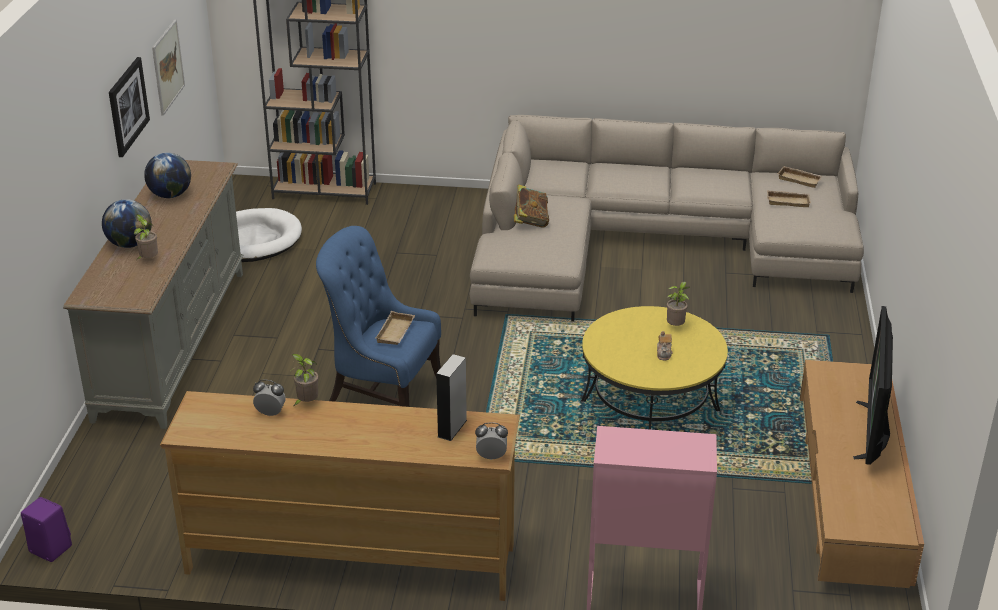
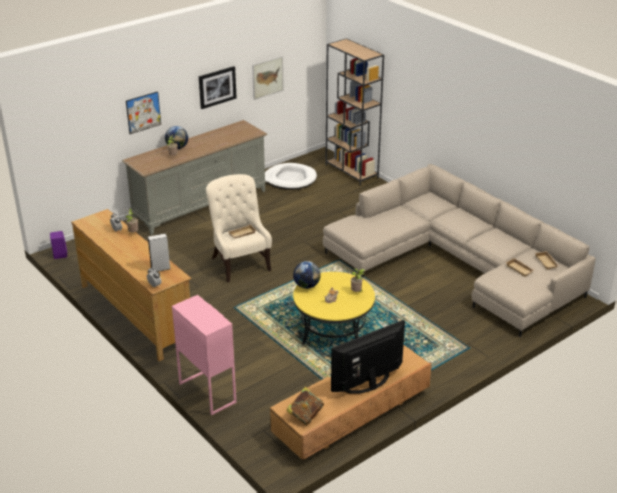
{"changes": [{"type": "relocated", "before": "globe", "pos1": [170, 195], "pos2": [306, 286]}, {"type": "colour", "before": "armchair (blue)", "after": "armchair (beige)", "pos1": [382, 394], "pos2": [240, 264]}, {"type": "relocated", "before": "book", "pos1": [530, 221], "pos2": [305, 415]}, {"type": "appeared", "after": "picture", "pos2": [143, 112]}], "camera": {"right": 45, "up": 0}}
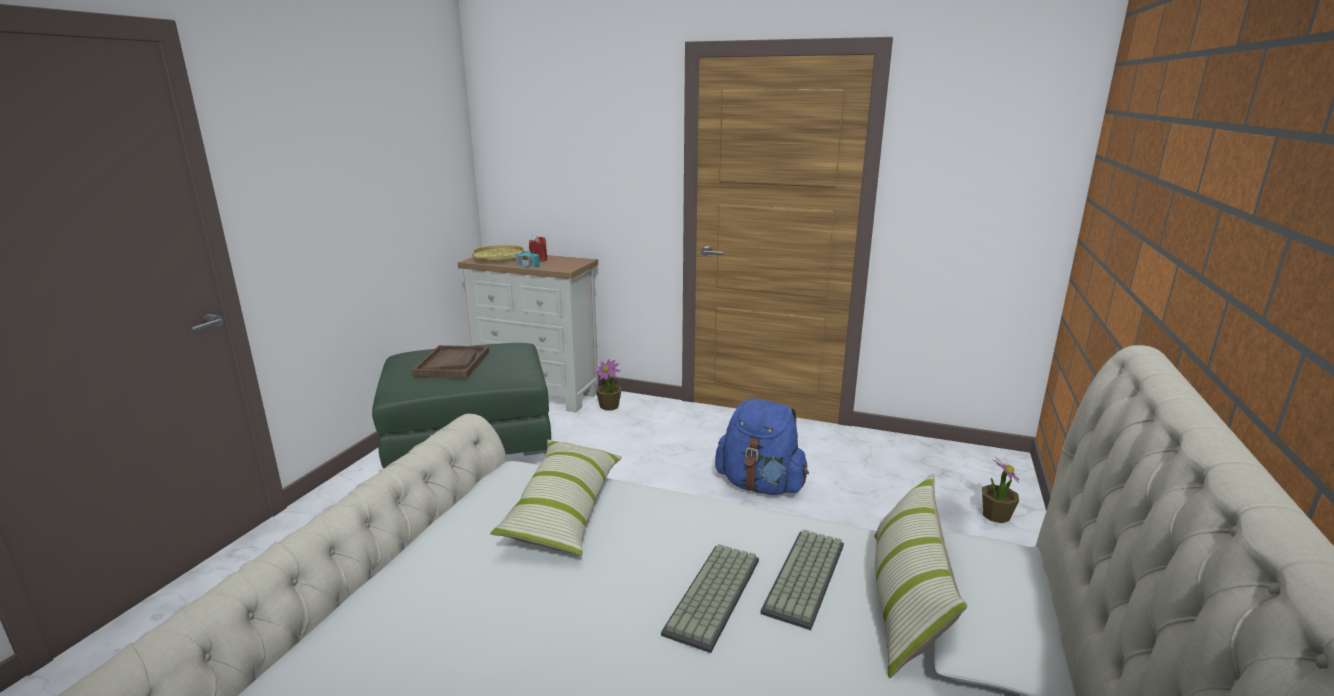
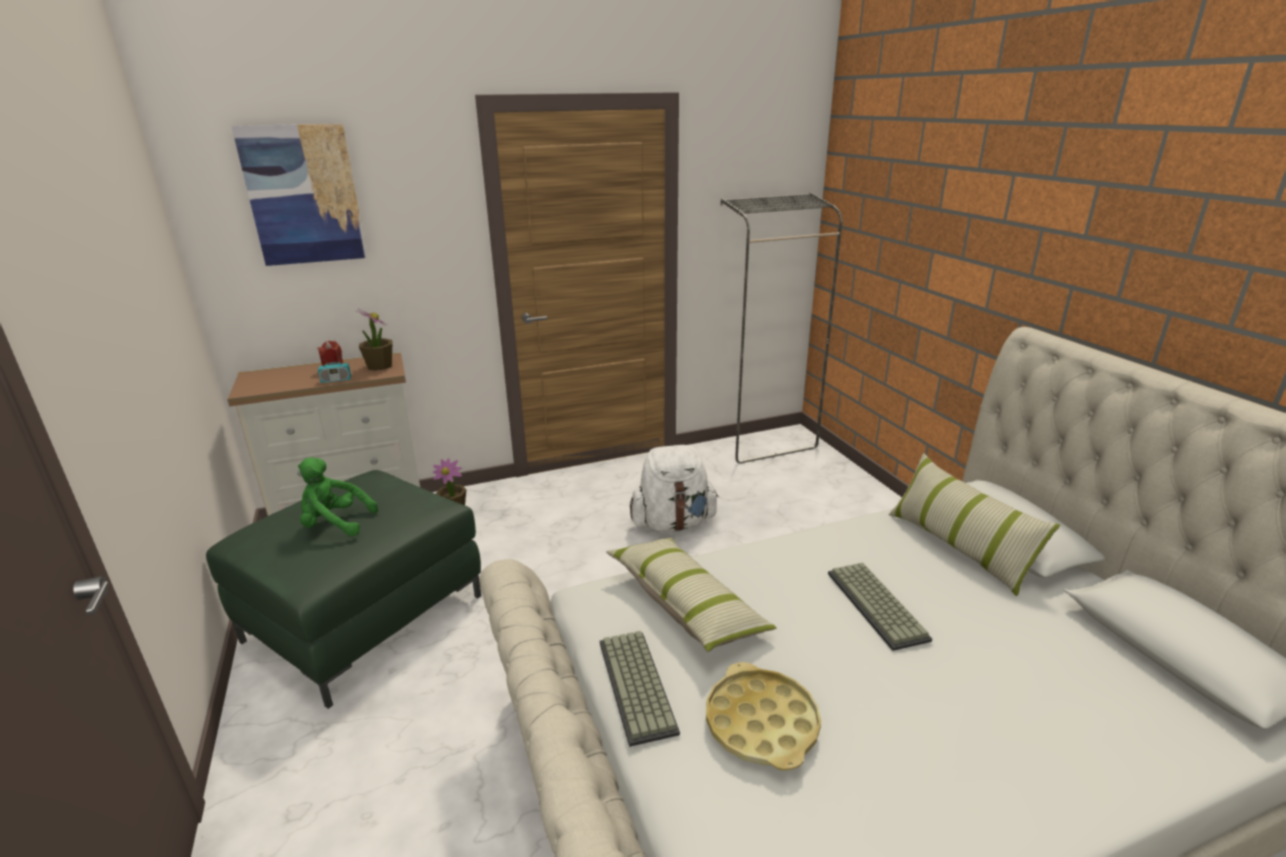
{"changes": [{"type": "exchanged", "before": "tray (brown)", "after": "plush toy (green)", "pos1": [452, 363], "pos2": [335, 524]}, {"type": "relocated", "before": "tray (yellow)", "pos1": [498, 258], "pos2": [761, 723]}, {"type": "colour", "before": "backpack (blue)", "after": "backpack (white)", "pos1": [760, 485], "pos2": [673, 523]}, {"type": "relocated", "before": "keyboard", "pos1": [806, 579], "pos2": [639, 686]}, {"type": "relocated", "before": "potted plant", "pos1": [995, 515], "pos2": [379, 366]}, {"type": "appeared", "after": "picture", "pos2": [303, 195]}, {"type": "appeared", "after": "clothes rack (grey)", "pos2": [765, 444]}], "camera": {"right": -40, "up": 5}}
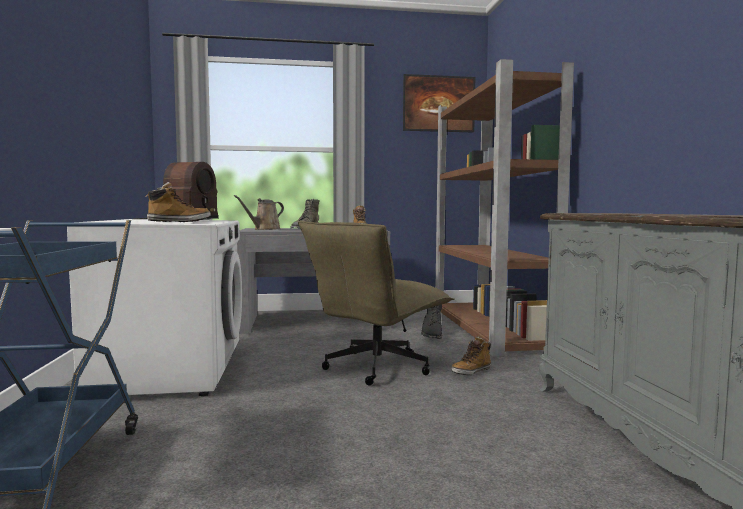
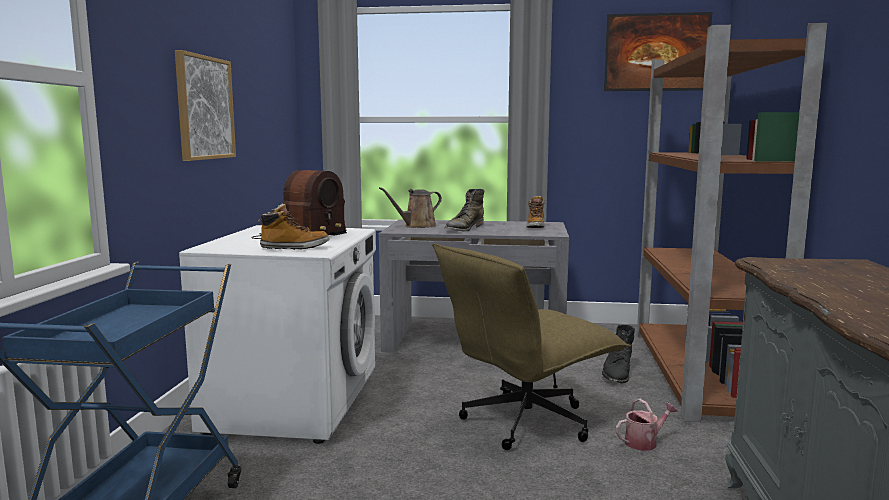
{"changes": [{"type": "exchanged", "before": "boot", "after": "watering can", "pos1": [471, 371], "pos2": [644, 442]}, {"type": "appeared", "after": "picture", "pos2": [204, 108]}], "camera": {"right": 15, "up": 5}}
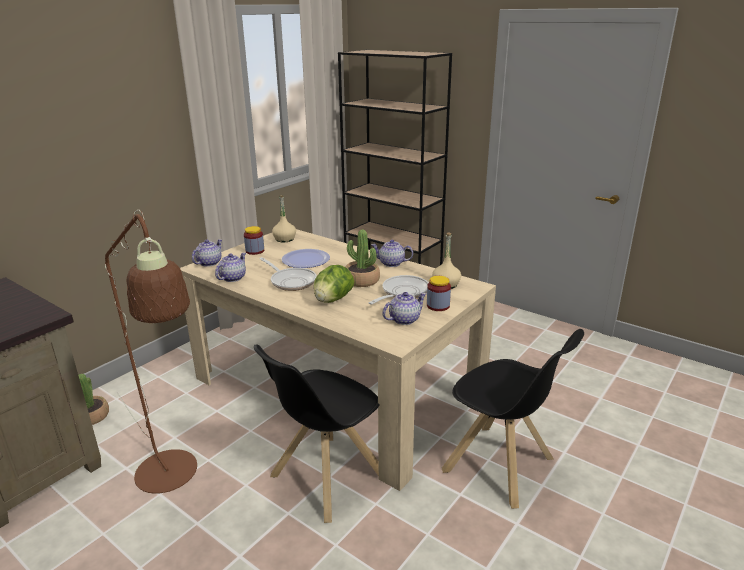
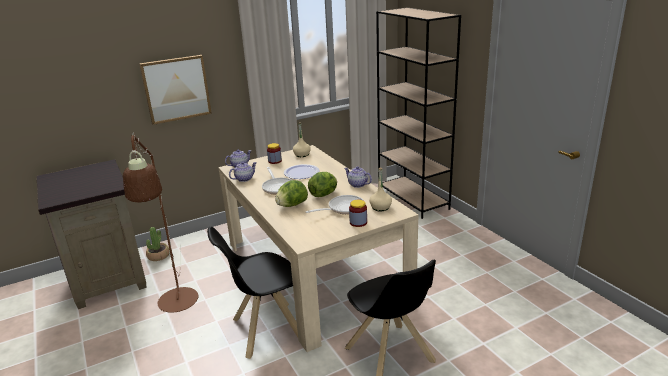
{"changes": [{"type": "exchanged", "before": "potted plant", "after": "lettuce", "pos1": [361, 281], "pos2": [324, 194]}, {"type": "missing", "before": "teapot", "pos1": [404, 319]}, {"type": "appeared", "after": "picture", "pos2": [176, 89]}], "camera": {"right": 25, "up": 0}}
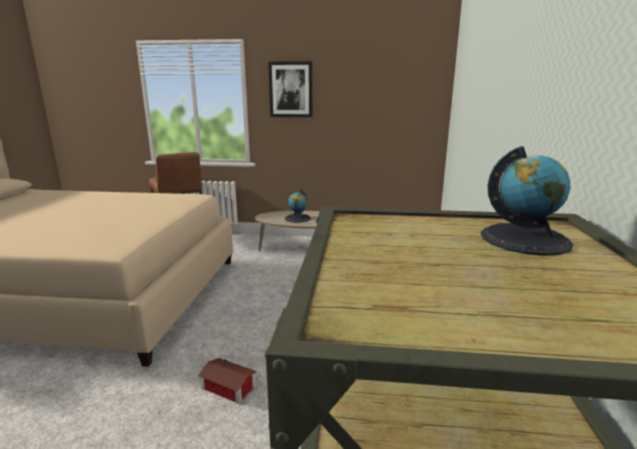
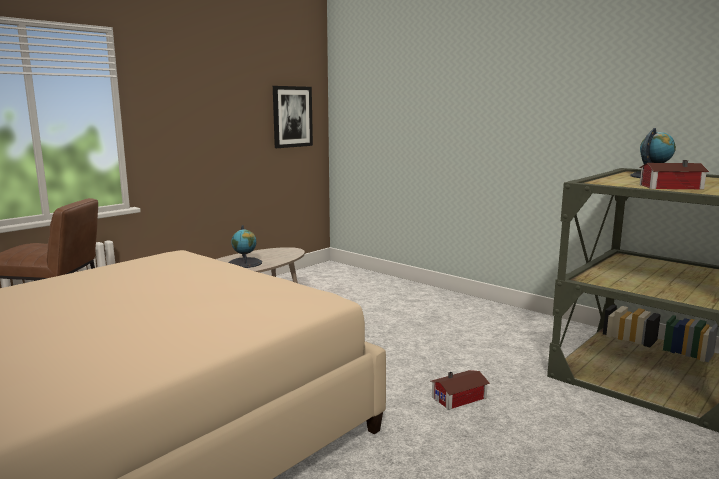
{"changes": [{"type": "relocated", "before": "picture", "pos1": [291, 89], "pos2": [292, 116]}, {"type": "appeared", "after": "toy house", "pos2": [668, 186]}], "camera": {"right": -55, "up": -5}}
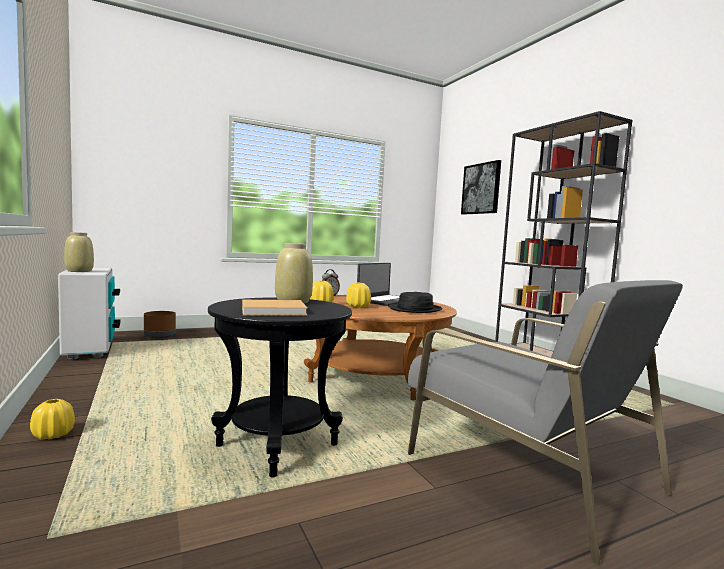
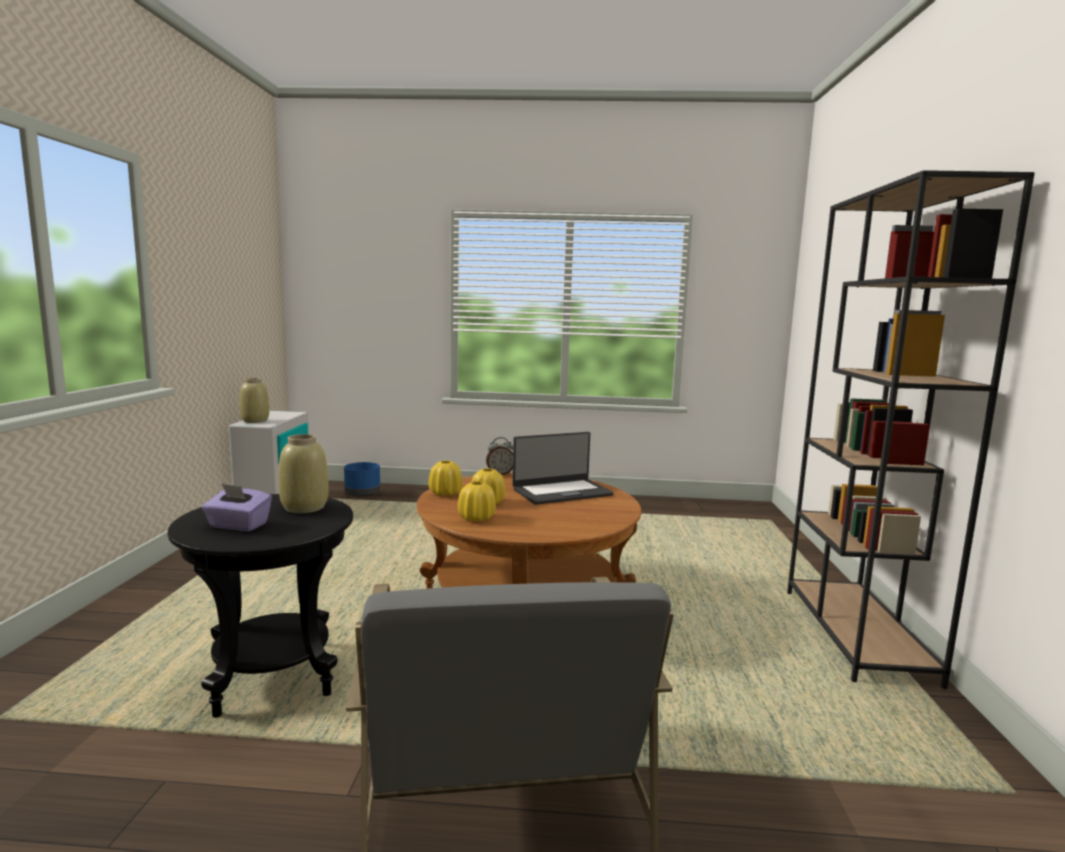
{"changes": [{"type": "relocated", "before": "vase (yellow)", "pos1": [53, 434], "pos2": [476, 518]}, {"type": "colour", "before": "planter (brown)", "after": "planter (blue)", "pos1": [160, 336], "pos2": [363, 493]}, {"type": "exchanged", "before": "book (beige)", "after": "tissue box (purple)", "pos1": [275, 310], "pos2": [238, 525]}, {"type": "missing", "before": "hat (black)", "pos1": [415, 309]}, {"type": "missing", "before": "picture", "pos1": [481, 189]}], "camera": {"right": 30, "up": 5}}
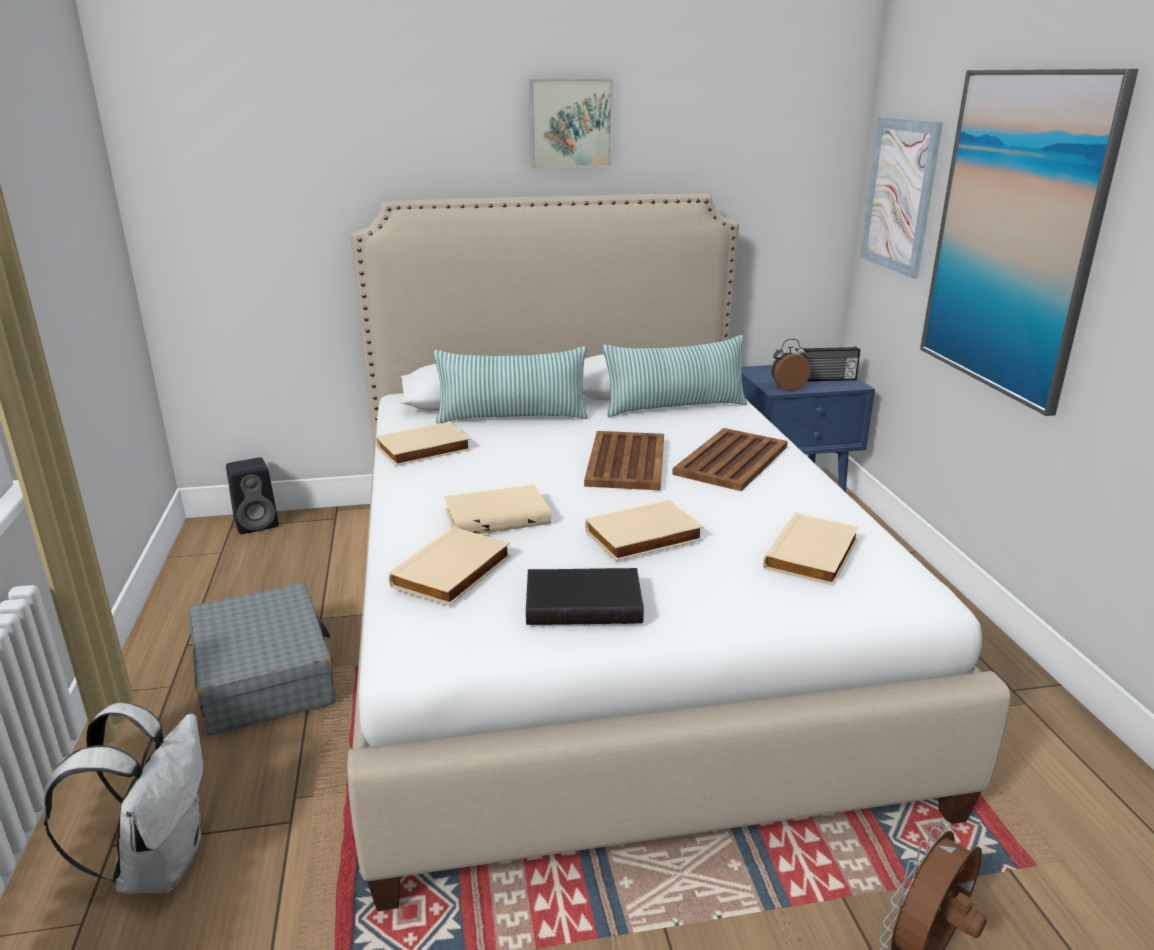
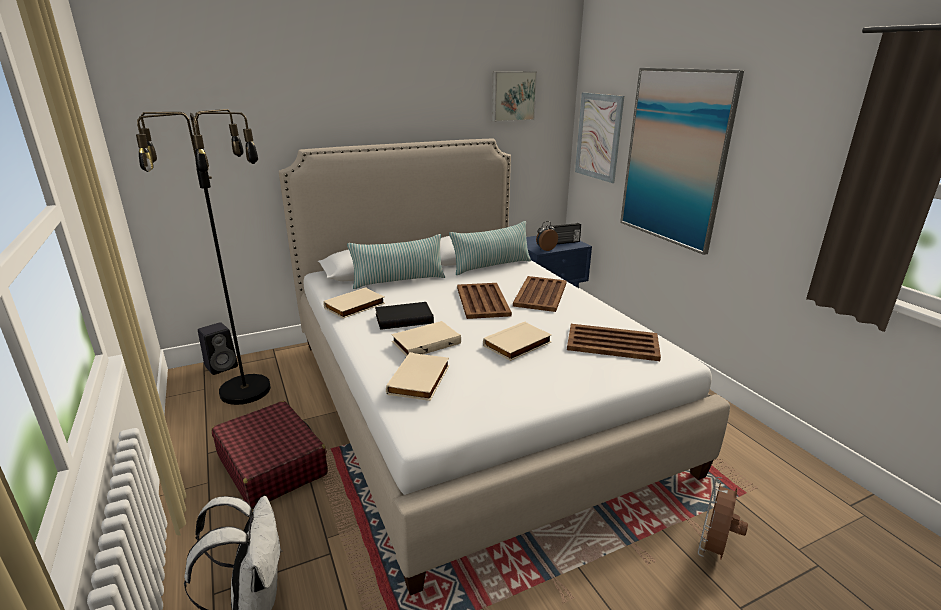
{"changes": [{"type": "colour", "before": "suitcase (grey)", "after": "suitcase (red)", "pos1": [265, 676], "pos2": [272, 464]}, {"type": "relocated", "before": "book (black)", "pos1": [584, 601], "pos2": [404, 318]}, {"type": "relocated", "before": "picture", "pos1": [570, 123], "pos2": [512, 96]}, {"type": "exchanged", "before": "book (beige)", "after": "tray (brown)", "pos1": [814, 555], "pos2": [613, 343]}, {"type": "appeared", "after": "floor lamp", "pos2": [245, 391]}], "camera": {"right": -15, "up": 0}}
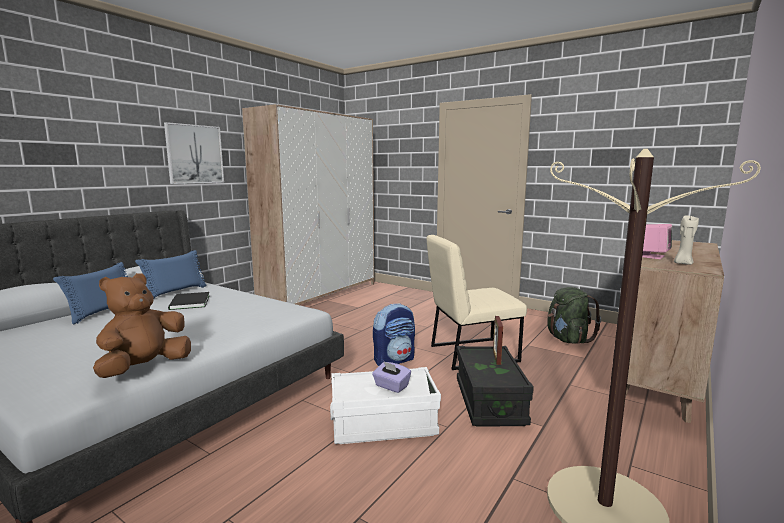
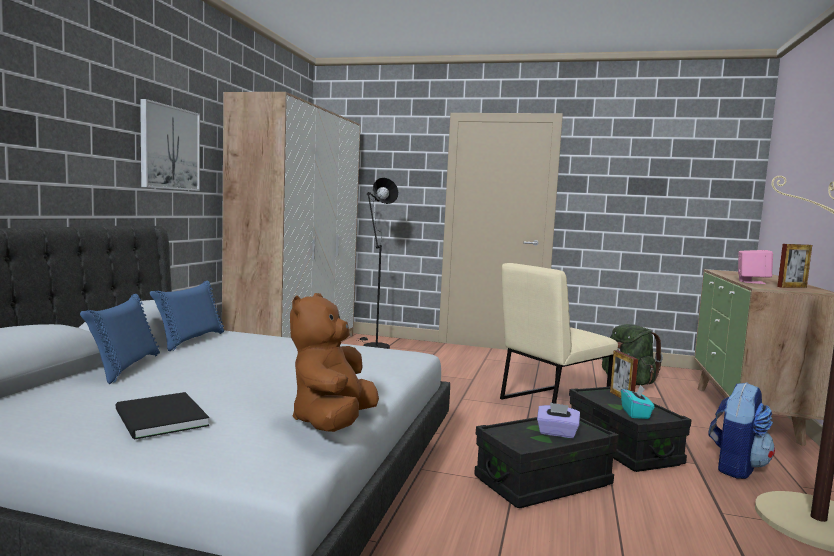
{"changes": [{"type": "relocated", "before": "book (black)", "pos1": [188, 303], "pos2": [159, 419]}, {"type": "colour", "before": "storage box (white)", "after": "storage box (black)", "pos1": [383, 424], "pos2": [543, 482]}, {"type": "relocated", "before": "backpack", "pos1": [394, 360], "pos2": [736, 467]}, {"type": "exchanged", "before": "candle (beige)", "after": "picture frame", "pos1": [683, 263], "pos2": [792, 287]}, {"type": "appeared", "after": "floor lamp (black)", "pos2": [373, 346]}, {"type": "appeared", "after": "tissue box (turquoise)", "pos2": [636, 413]}], "camera": {"right": -20, "up": -5}}
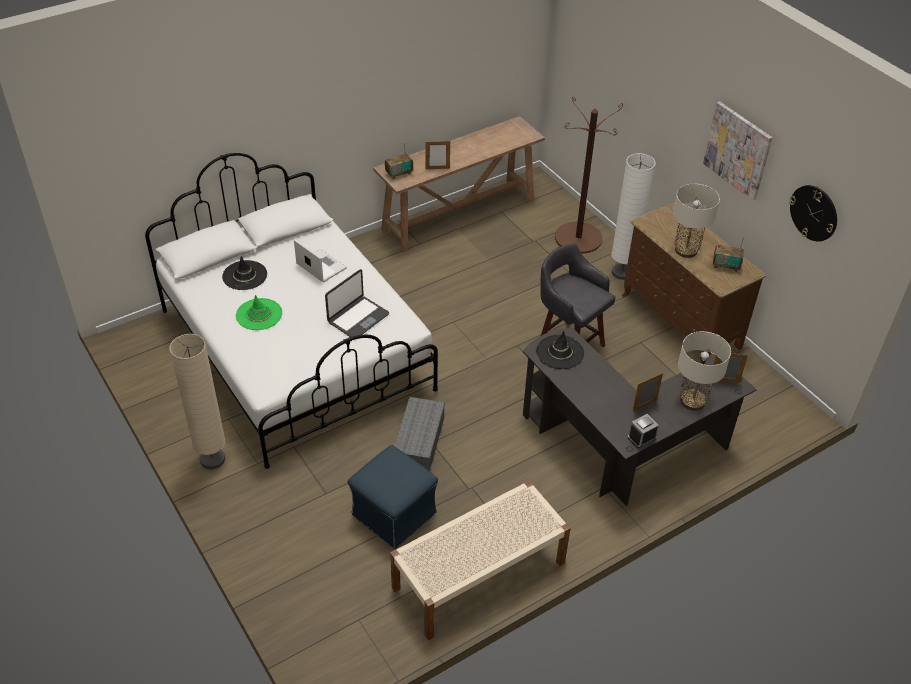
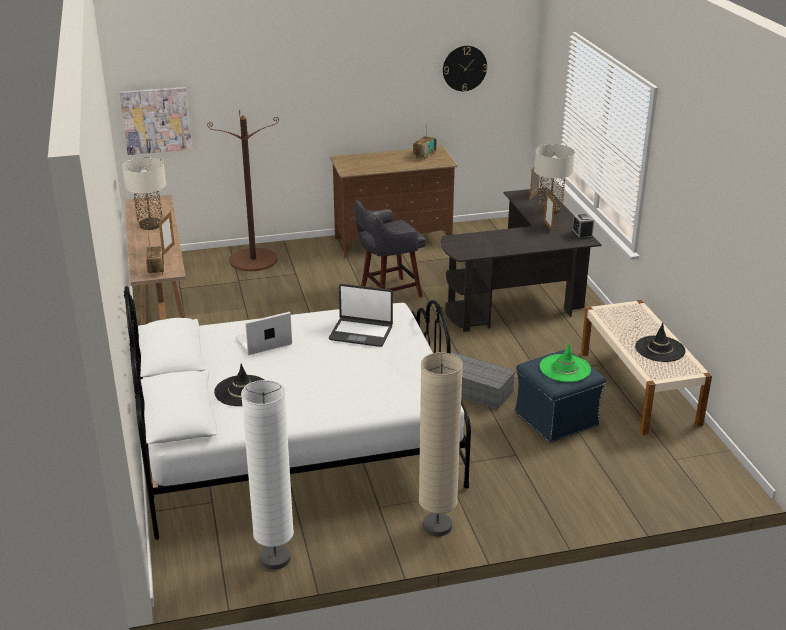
{"changes": [{"type": "relocated", "before": "hat (green)", "pos1": [259, 314], "pos2": [565, 368]}, {"type": "spun", "before": "laptop", "pos1": [357, 318], "pos2": [361, 333], "turn": 135}, {"type": "relocated", "before": "hat (black)", "pos1": [560, 352], "pos2": [660, 349]}, {"type": "relocated", "before": "floor lamp (white)", "pos1": [621, 273], "pos2": [275, 559]}, {"type": "relocated", "before": "table lamp", "pos1": [686, 250], "pos2": [150, 225]}, {"type": "relocated", "before": "picture", "pos1": [738, 150], "pos2": [156, 120]}], "camera": {"right": -70, "up": -15}}
